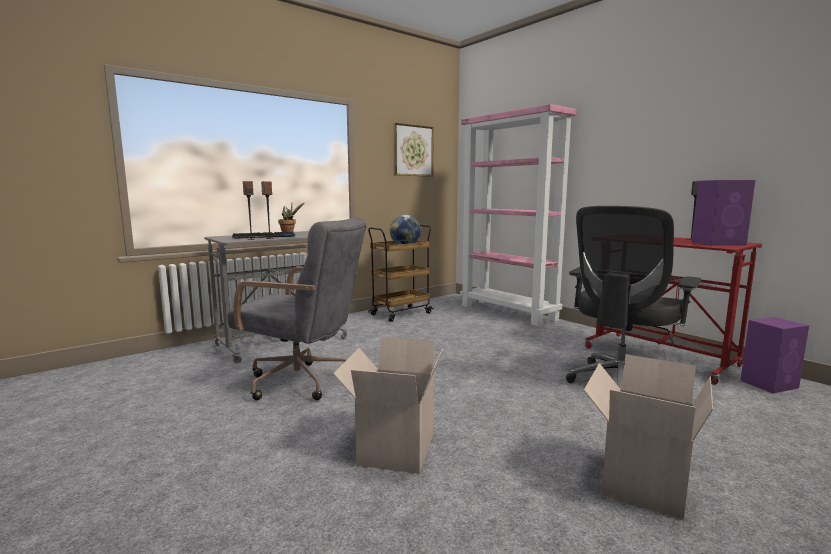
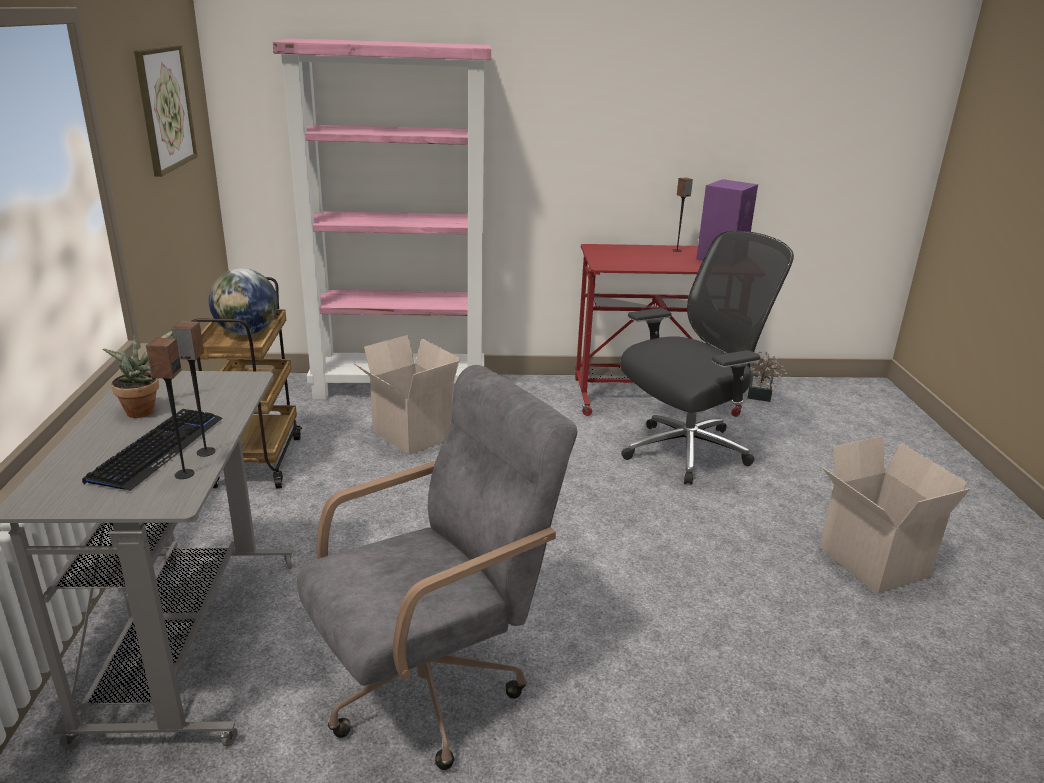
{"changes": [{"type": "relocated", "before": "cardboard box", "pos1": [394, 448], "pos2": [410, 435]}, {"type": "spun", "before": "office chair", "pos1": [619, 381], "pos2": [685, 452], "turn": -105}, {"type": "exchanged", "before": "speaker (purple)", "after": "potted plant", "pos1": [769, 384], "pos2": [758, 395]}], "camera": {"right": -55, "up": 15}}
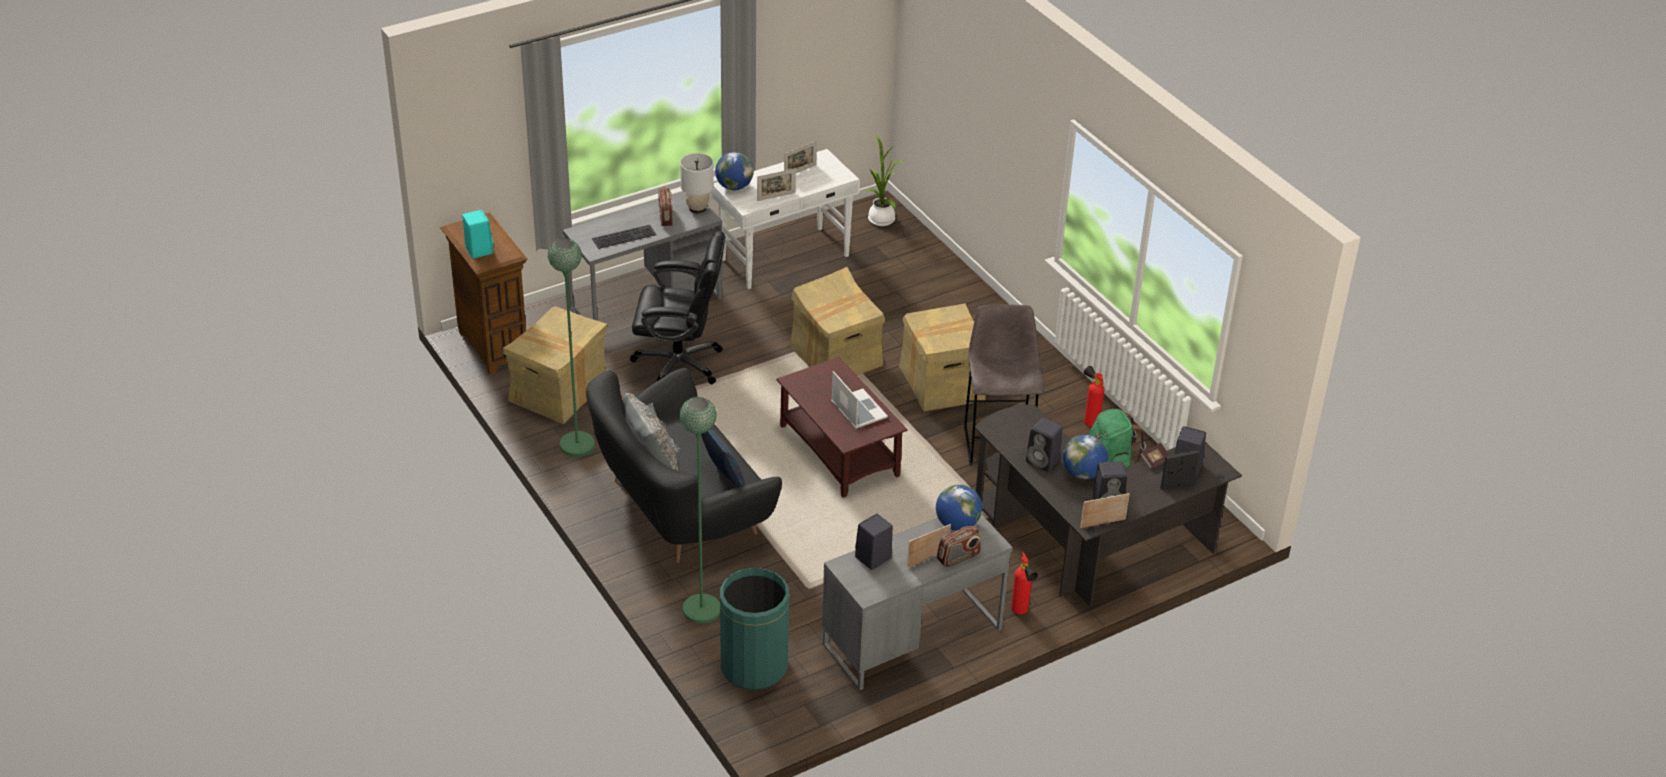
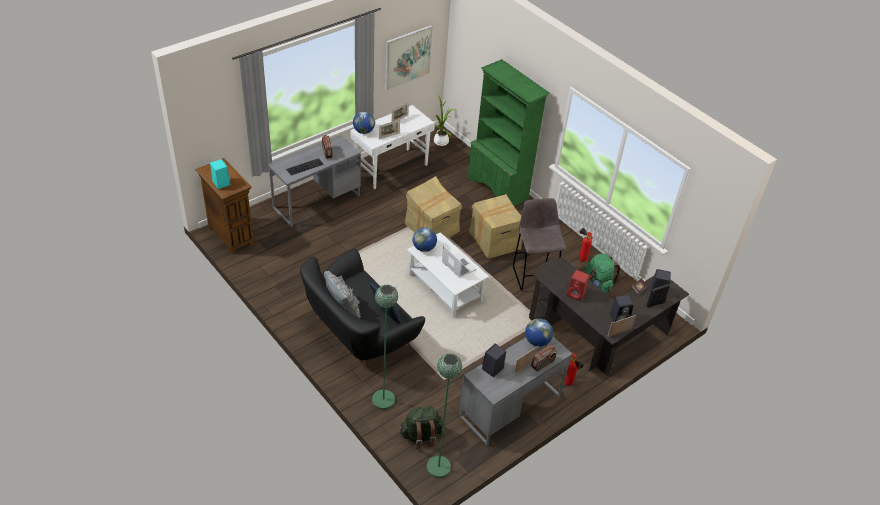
{"changes": [{"type": "missing", "before": "cardboard box", "pos1": [558, 393]}, {"type": "relocated", "before": "floor lamp (green)", "pos1": [576, 445], "pos2": [438, 467]}, {"type": "missing", "before": "office chair (black)", "pos1": [678, 364]}, {"type": "missing", "before": "table lamp (white)", "pos1": [697, 208]}, {"type": "exchanged", "before": "trash can (green)", "after": "backpack (green)", "pos1": [753, 666], "pos2": [421, 435]}, {"type": "colour", "before": "coffee table (brown)", "after": "coffee table (white)", "pos1": [838, 450], "pos2": [444, 287]}, {"type": "colour", "before": "speaker (black)", "after": "speaker (red)", "pos1": [1043, 461], "pos2": [576, 294]}, {"type": "relocated", "before": "globe", "pos1": [1083, 473], "pos2": [424, 248]}, {"type": "appeared", "after": "picture", "pos2": [407, 57]}, {"type": "appeared", "after": "bookcase (green)", "pos2": [498, 188]}], "camera": {"right": -10, "up": 5}}
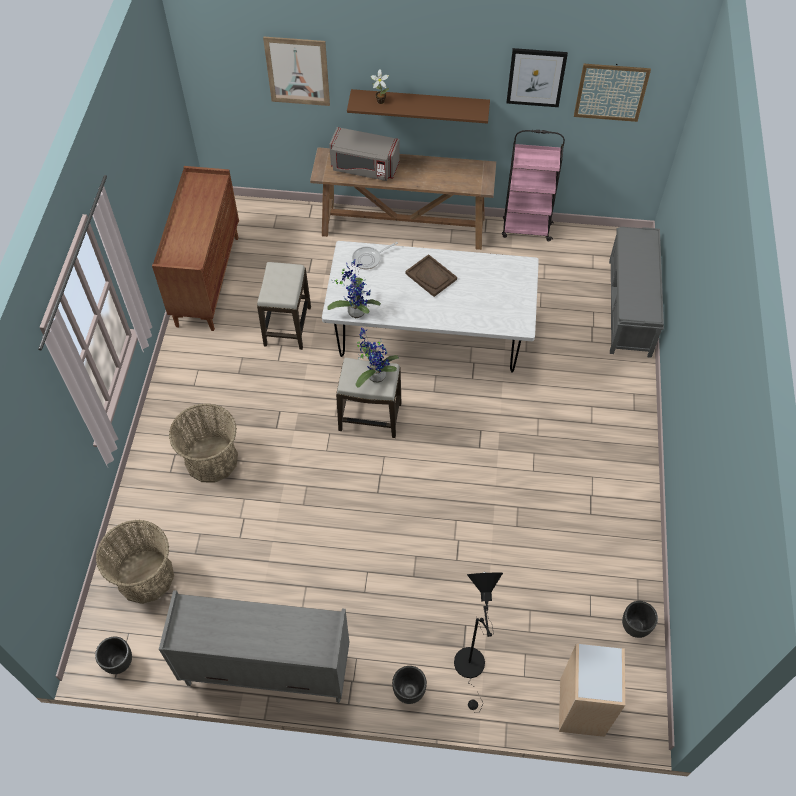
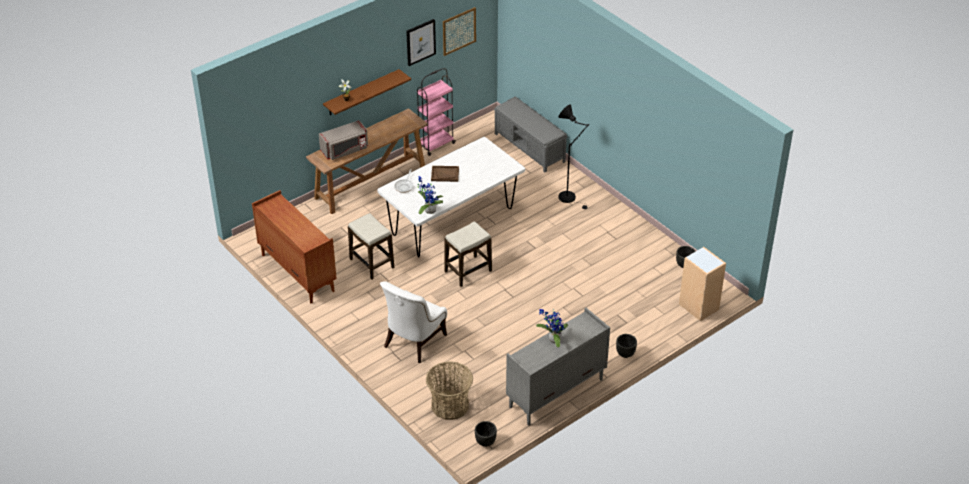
{"changes": [{"type": "exchanged", "before": "basket", "after": "chair (white)", "pos1": [211, 459], "pos2": [414, 341]}, {"type": "missing", "before": "picture", "pos1": [297, 71]}, {"type": "relocated", "before": "potted plant", "pos1": [374, 375], "pos2": [553, 339]}, {"type": "relocated", "before": "floor lamp (black)", "pos1": [471, 669], "pos2": [570, 198]}], "camera": {"right": -45, "up": -15}}
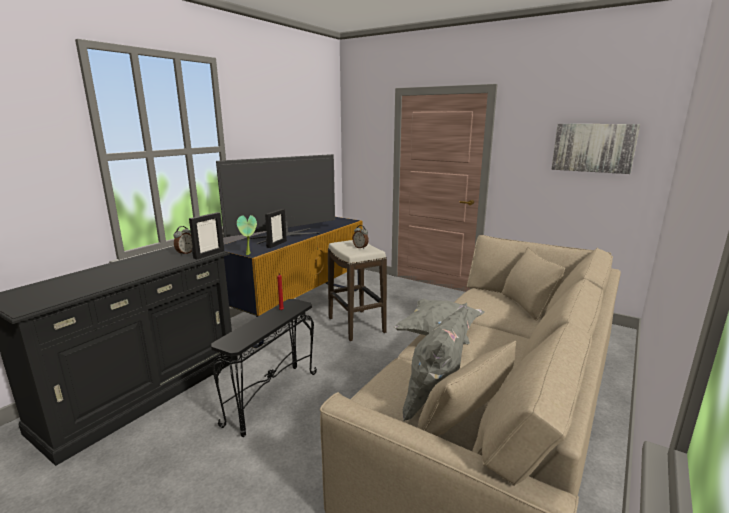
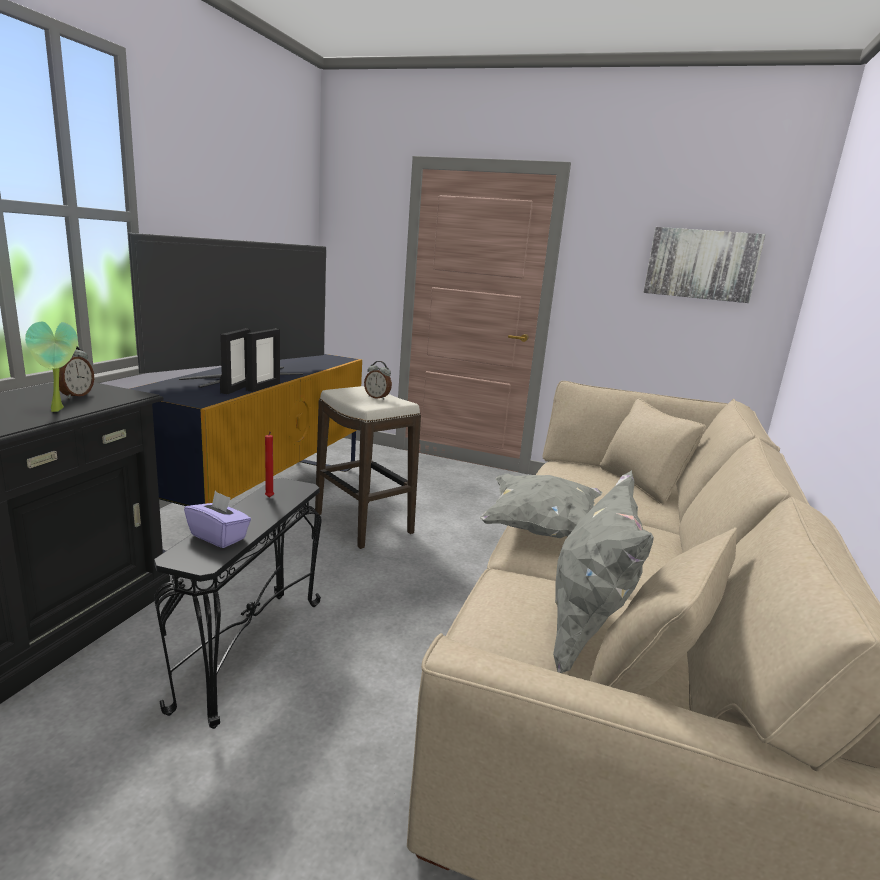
{"changes": [{"type": "relocated", "before": "picture frame", "pos1": [209, 254], "pos2": [263, 386]}, {"type": "relocated", "before": "potted plant", "pos1": [249, 254], "pos2": [60, 410]}, {"type": "appeared", "after": "tissue box (purple)", "pos2": [219, 536]}], "camera": {"right": -15, "up": 0}}
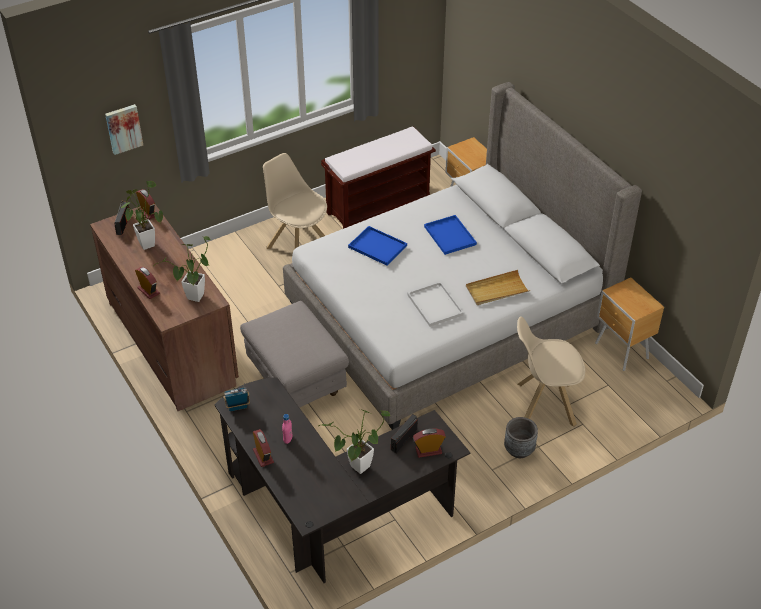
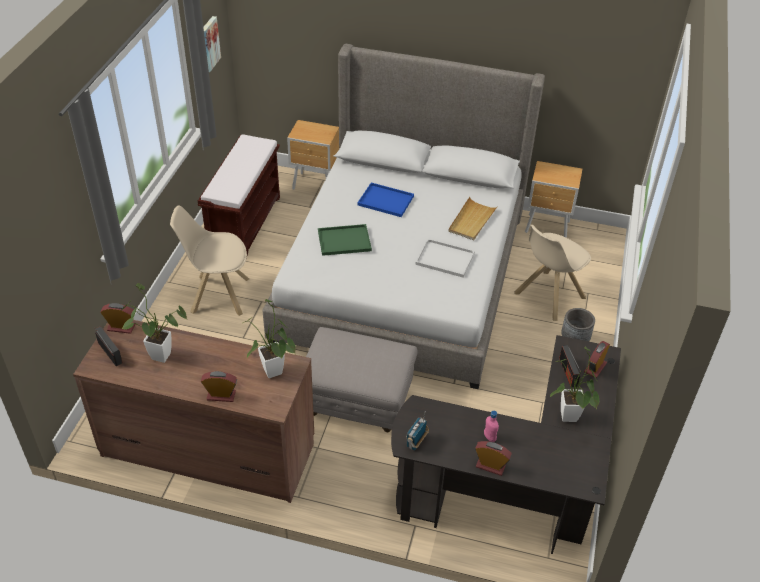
{"changes": [{"type": "relocated", "before": "picture", "pos1": [123, 128], "pos2": [209, 44]}, {"type": "colour", "before": "tray (blue)", "after": "tray (green)", "pos1": [378, 246], "pos2": [345, 240]}], "camera": {"right": -45, "up": 0}}
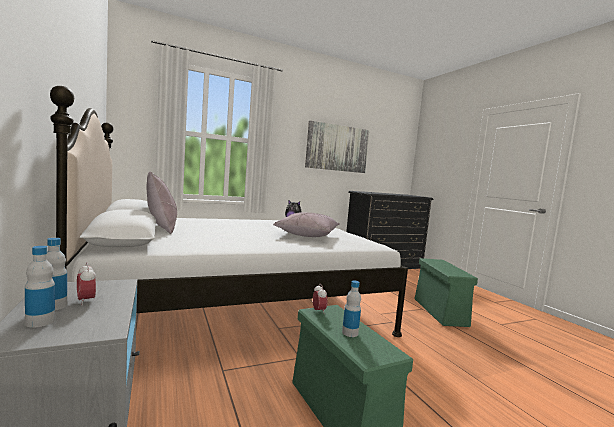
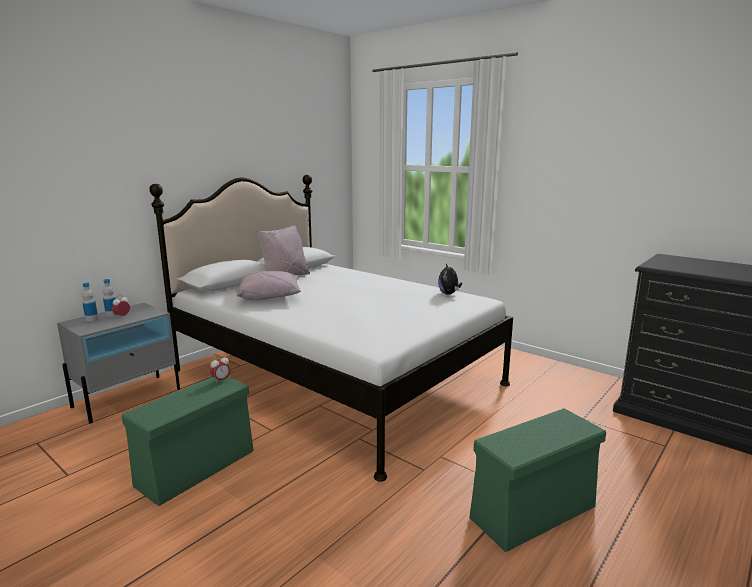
{"changes": [{"type": "relocated", "before": "pillow (purple)", "pos1": [307, 234], "pos2": [270, 296]}, {"type": "missing", "before": "picture", "pos1": [337, 148]}, {"type": "missing", "before": "bottle", "pos1": [350, 333]}], "camera": {"right": 65, "up": 10}}
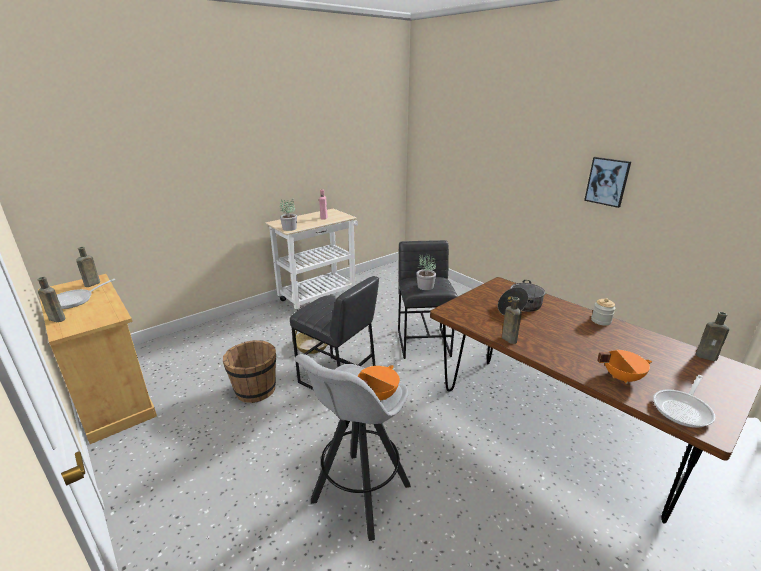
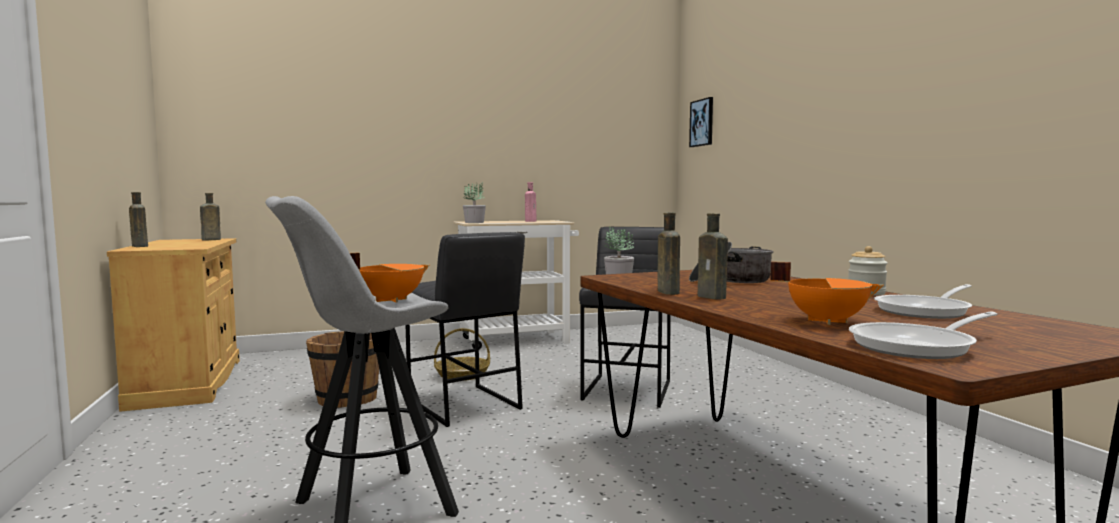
{"changes": [{"type": "relocated", "before": "frying pan", "pos1": [76, 300], "pos2": [926, 311]}, {"type": "relocated", "before": "picture", "pos1": [607, 181], "pos2": [702, 123]}, {"type": "relocated", "before": "bottle (brown)", "pos1": [707, 357], "pos2": [713, 297]}], "camera": {"right": 20, "up": -20}}
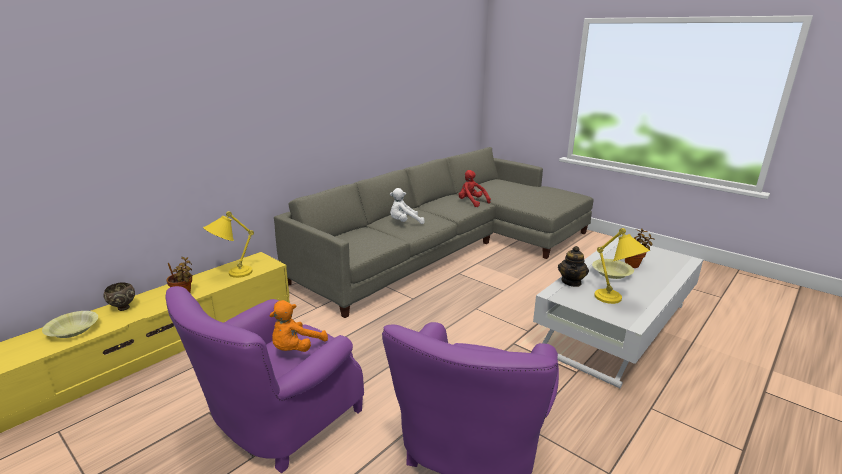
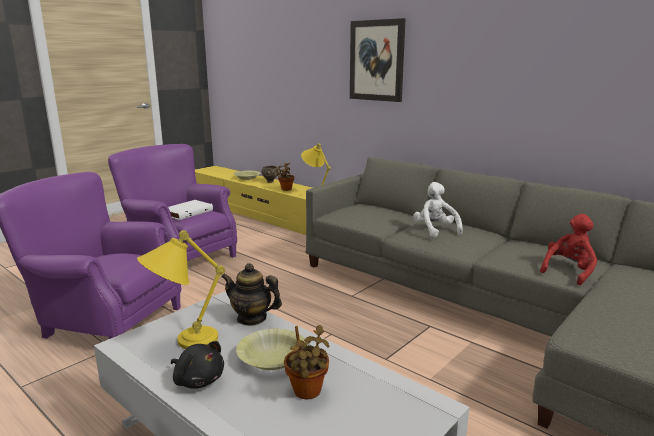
{"changes": [{"type": "exchanged", "before": "plush toy (orange)", "after": "book (white)", "pos1": [296, 349], "pos2": [187, 212]}, {"type": "appeared", "after": "plush toy (black)", "pos2": [198, 380]}, {"type": "appeared", "after": "picture", "pos2": [376, 60]}], "camera": {"right": 90, "up": -5}}
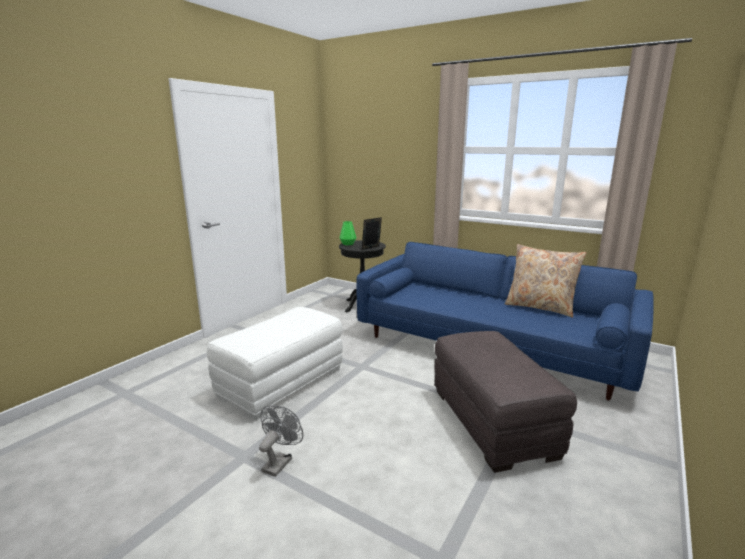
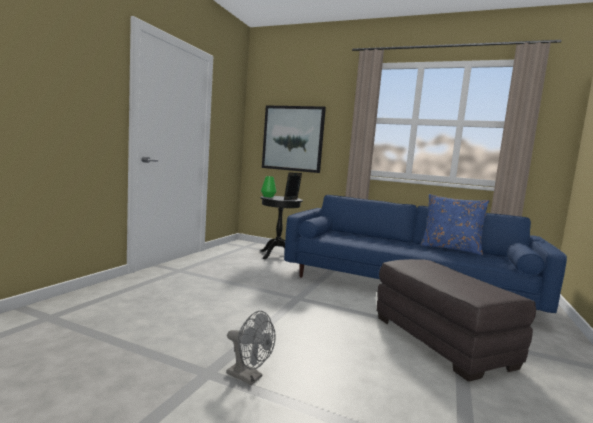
{"changes": [{"type": "missing", "before": "ottoman (white)", "pos1": [281, 383]}, {"type": "spun", "before": "fan (grey)", "pos1": [280, 462], "pos2": [249, 377], "turn": 105}, {"type": "colour", "before": "pillow (beige)", "after": "pillow (blue)", "pos1": [540, 307], "pos2": [450, 248]}, {"type": "appeared", "after": "picture", "pos2": [293, 138]}], "camera": {"right": -10, "up": -10}}
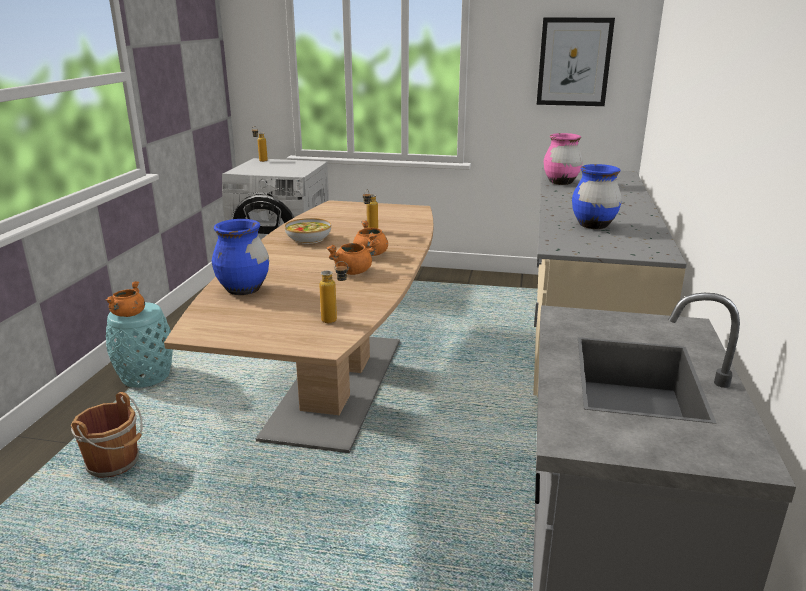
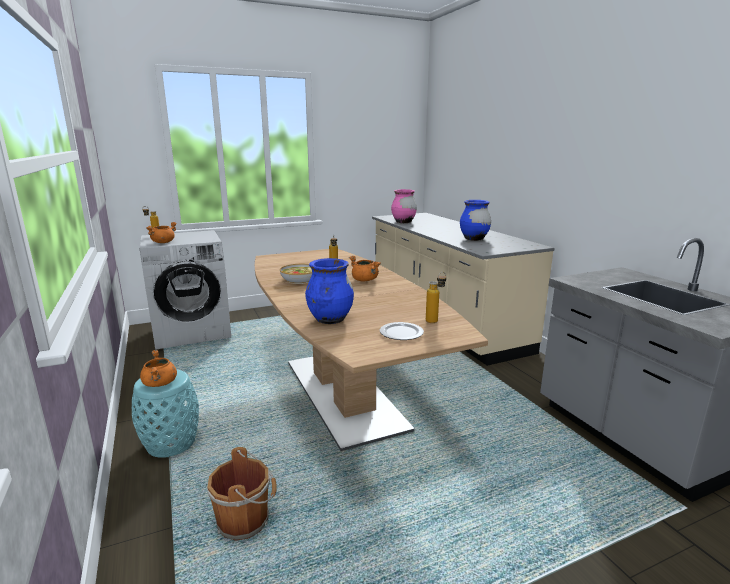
{"changes": [{"type": "relocated", "before": "cooking pot (orange)", "pos1": [353, 271], "pos2": [163, 242]}, {"type": "missing", "before": "picture", "pos1": [574, 62]}, {"type": "appeared", "after": "plate", "pos2": [401, 333]}], "camera": {"right": -35, "up": -5}}
